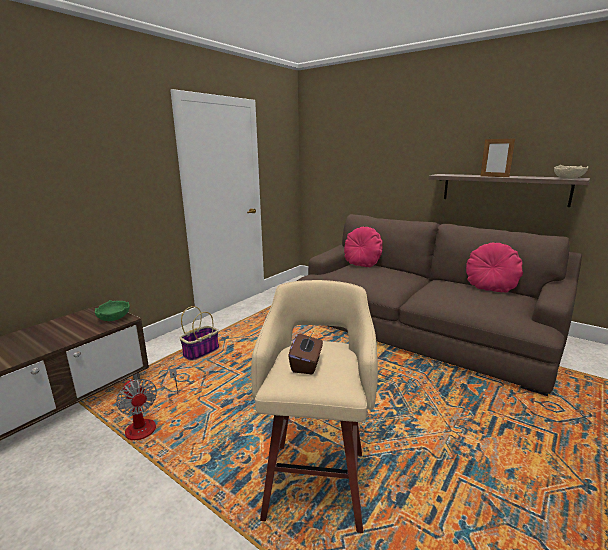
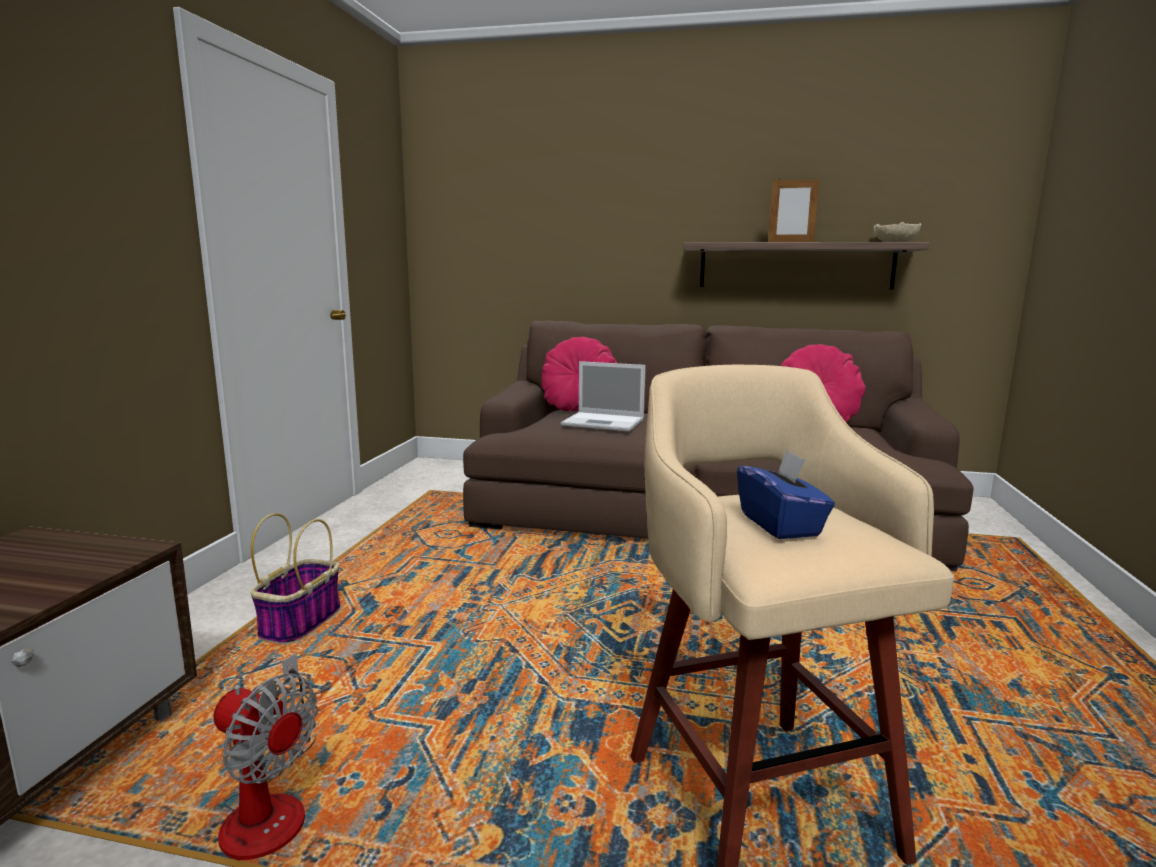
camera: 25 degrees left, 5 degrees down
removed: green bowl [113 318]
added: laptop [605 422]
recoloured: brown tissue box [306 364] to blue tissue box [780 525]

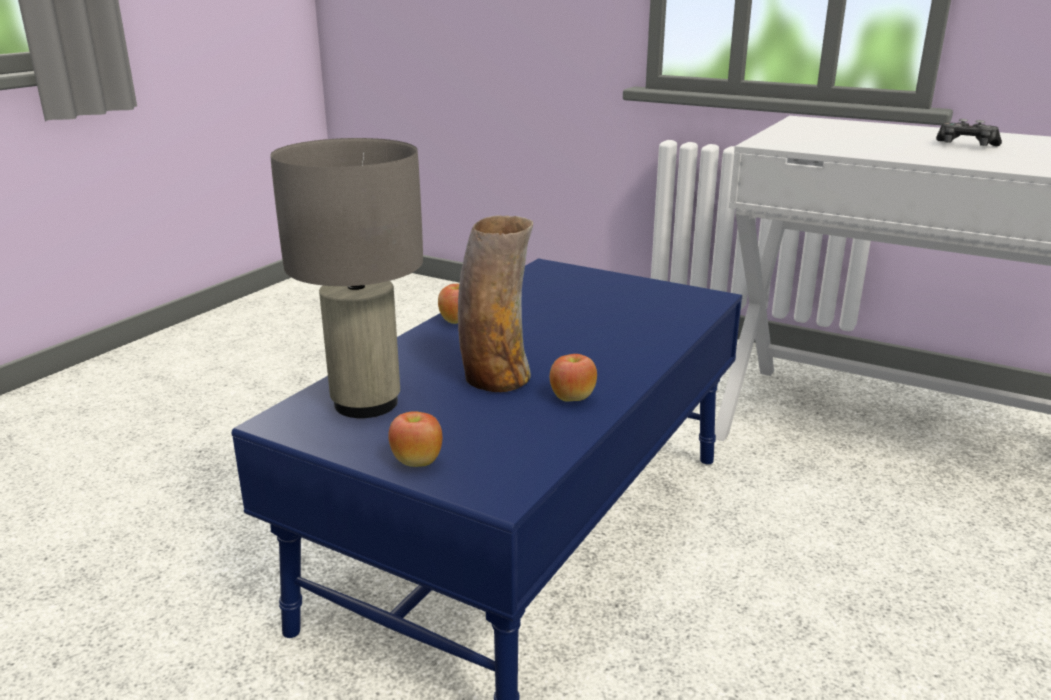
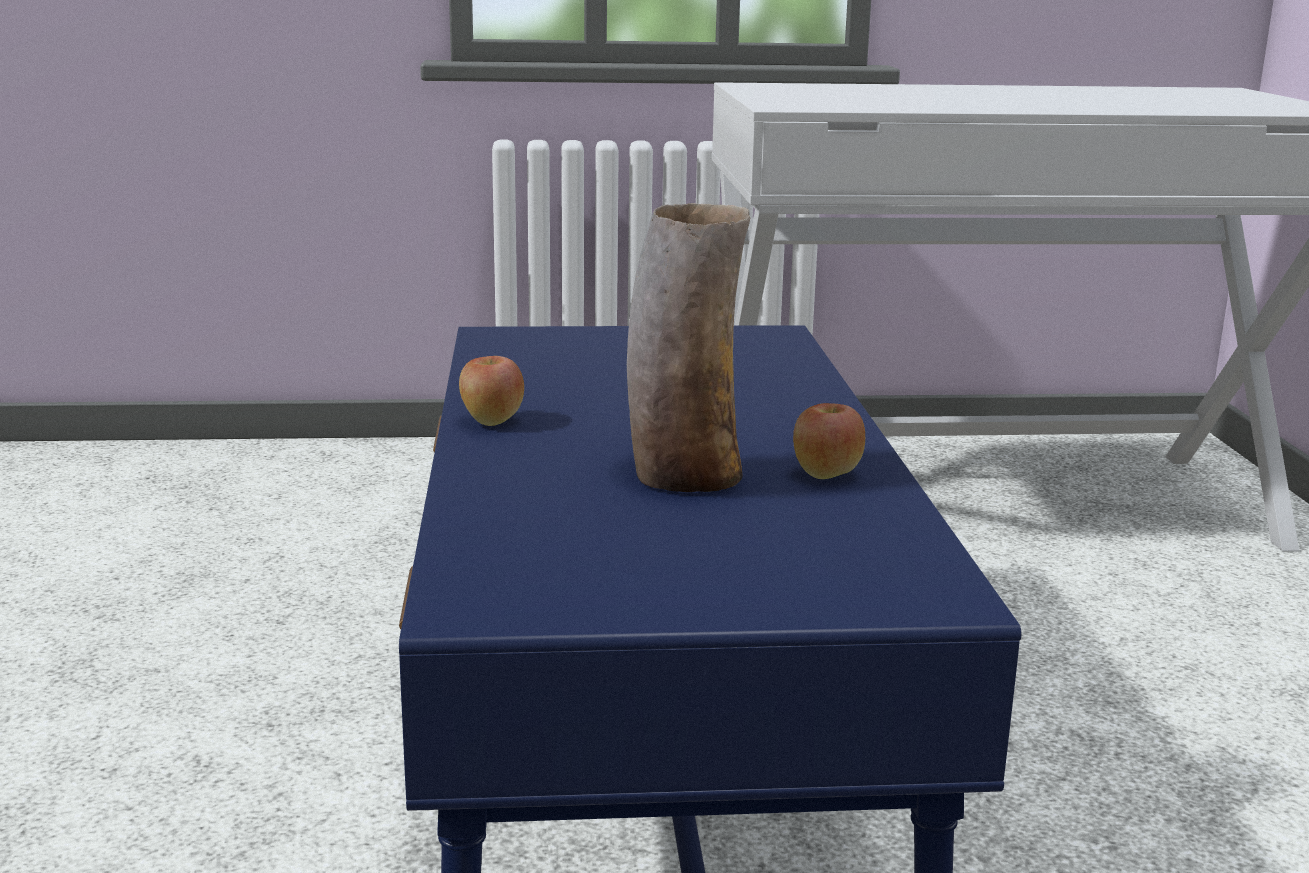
camera: 35 degrees left, 5 degrees down
removed: grey table lamp [368 403]; apple [417 462]; game controller [966 145]

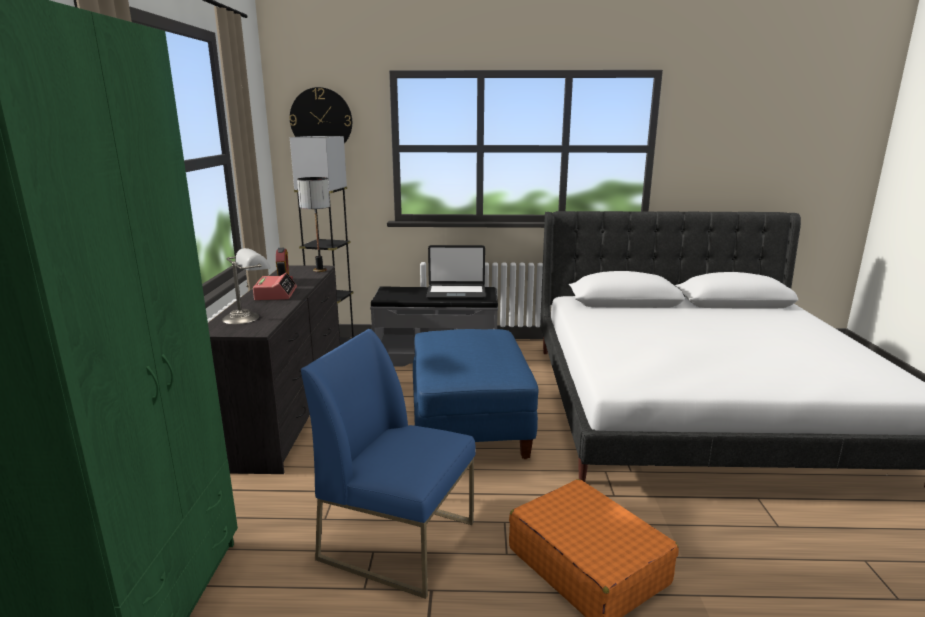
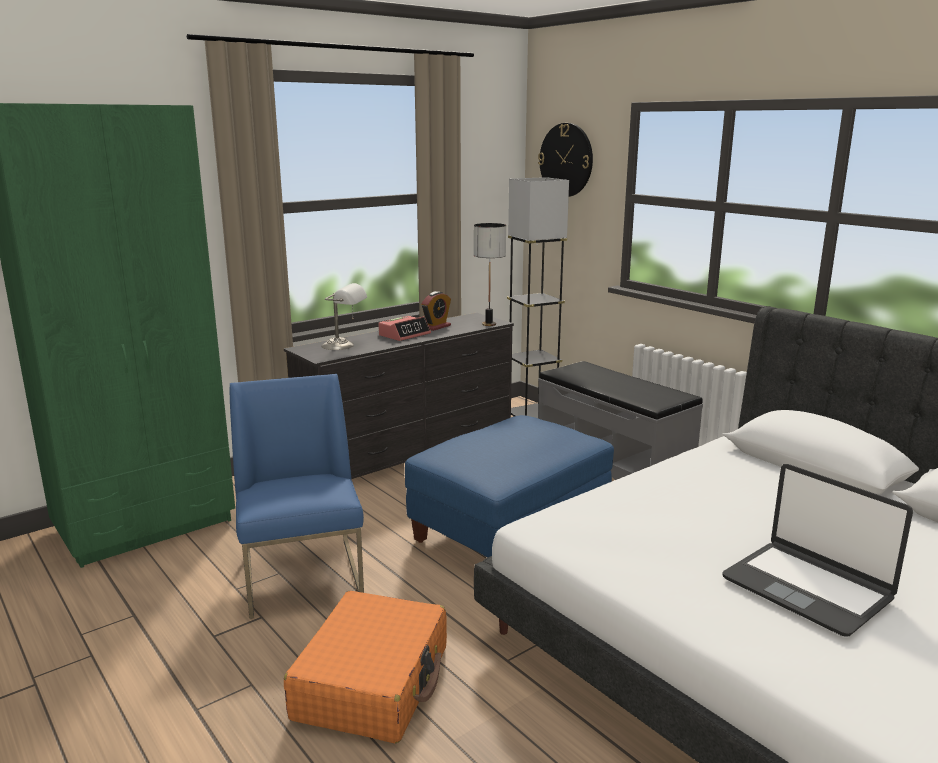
camera: 50 degrees right, 0 degrees up
moved: laptop [456 293] to [807 588]

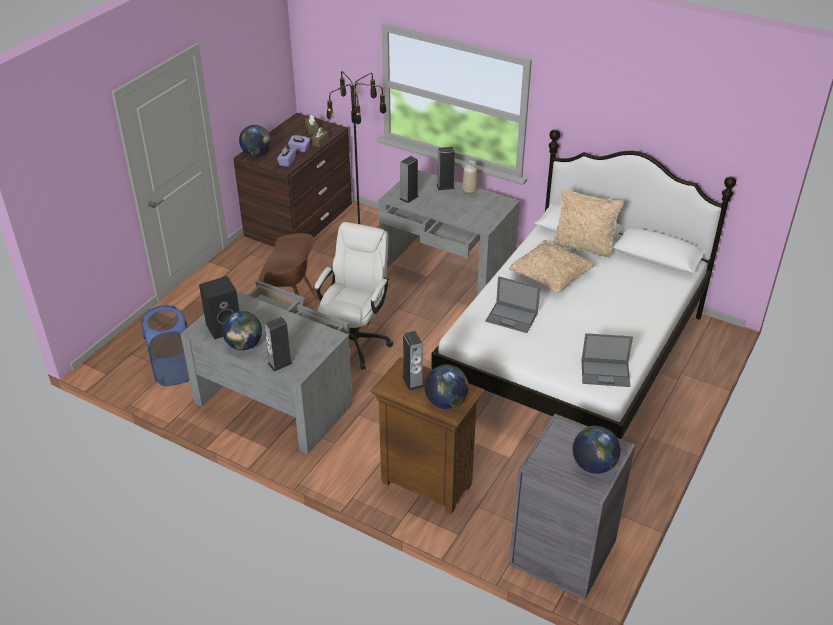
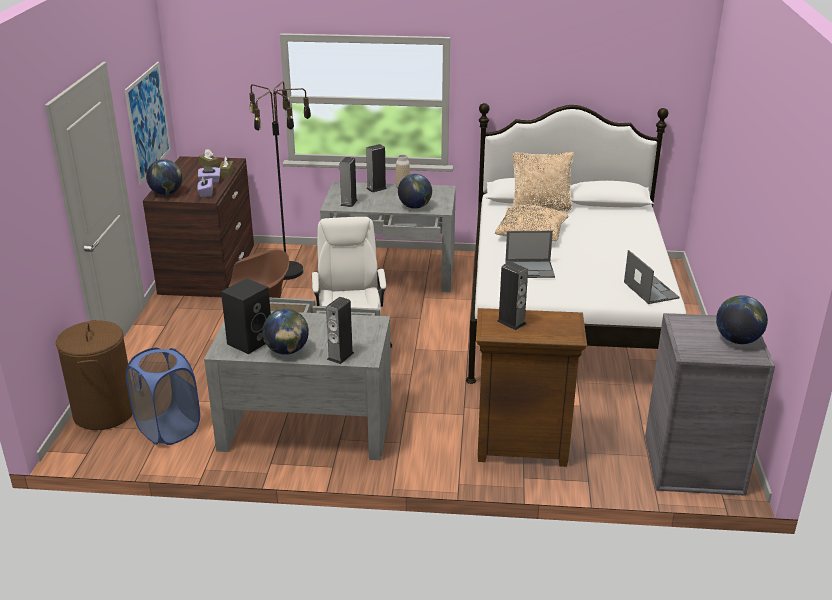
camera: 25 degrees left, 10 degrees down
added: brown laundry basket [104 412]; picture [148 122]
moved: globe [446 402] to [415 207]
turned: laptop [606 373] = [650 290] 90 degrees counterclockwise

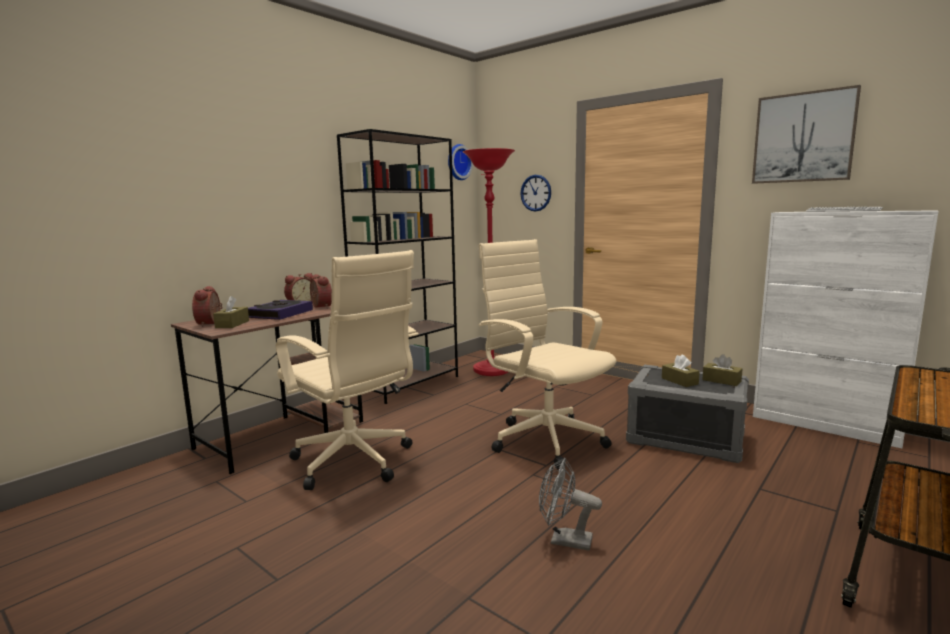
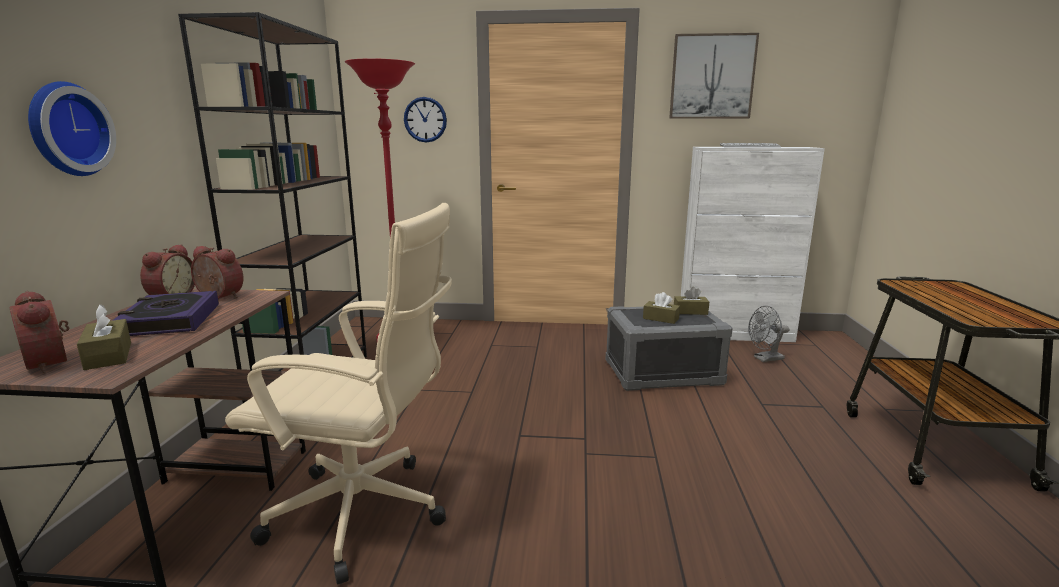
camera: 35 degrees left, 5 degrees up
removed: beige office chair [543 439]
moved: wall clock [458 162] to [66 129]; grey fan [564 540] to [765 359]

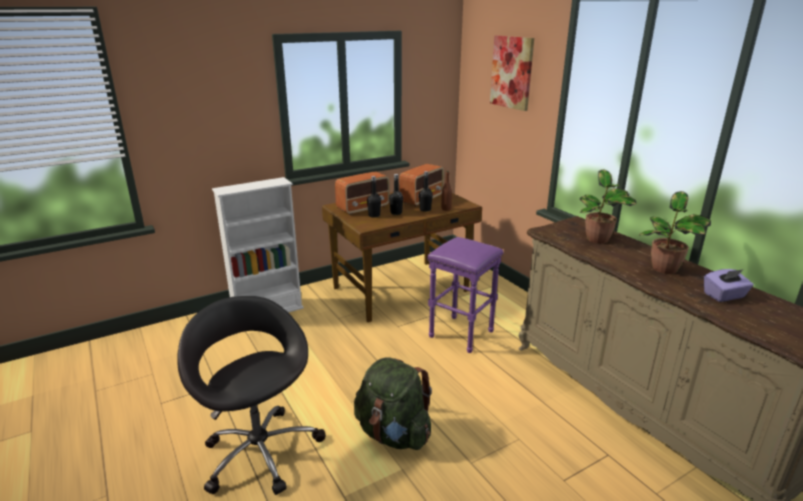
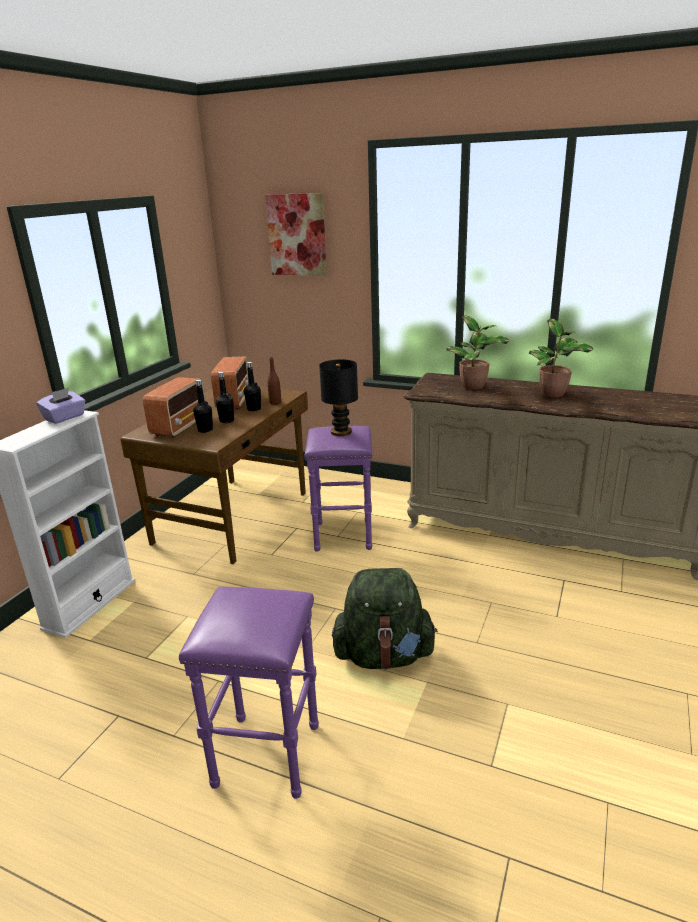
camera: 35 degrees left, 0 degrees up
added: black table lamp [341 432]
moved: purple tissue box [724 296] to [65 418]
replaced: black office chair [260 452] to purple stool [265 752]

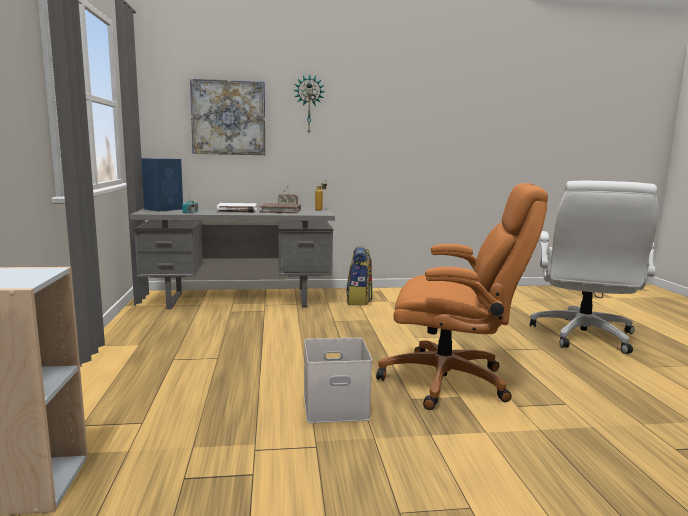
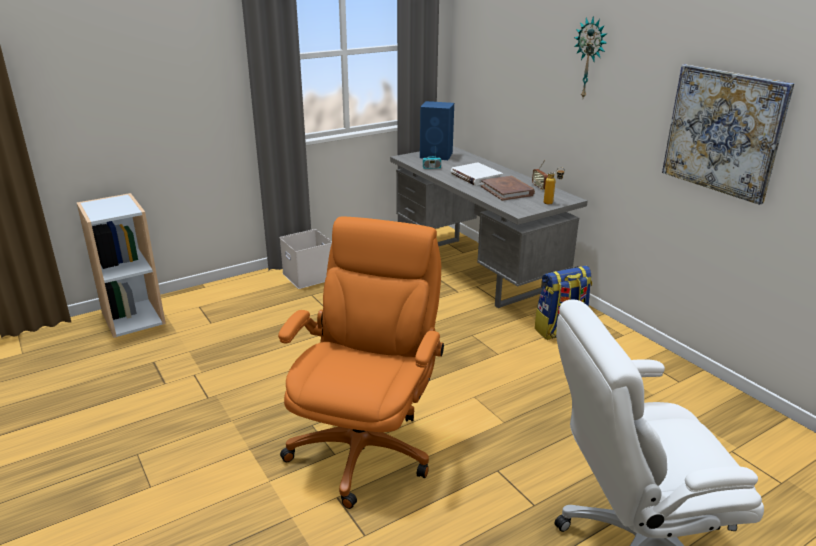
camera: 65 degrees right, 15 degrees up
moved: picture [228 118] to [723 132]; white storage box [336 405] to [309 276]
turned: orange office chair [454 382] = [366 445] 150 degrees counterclockwise

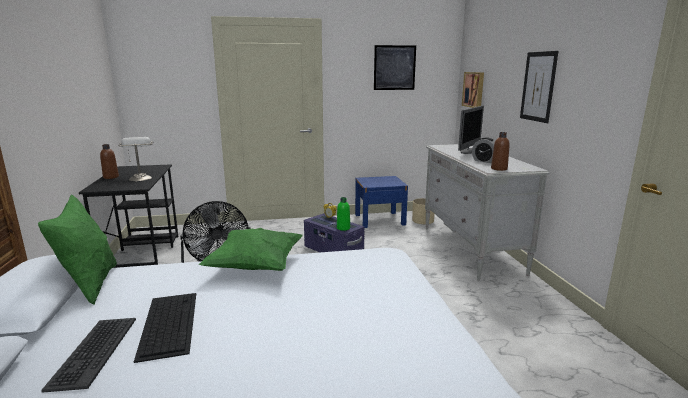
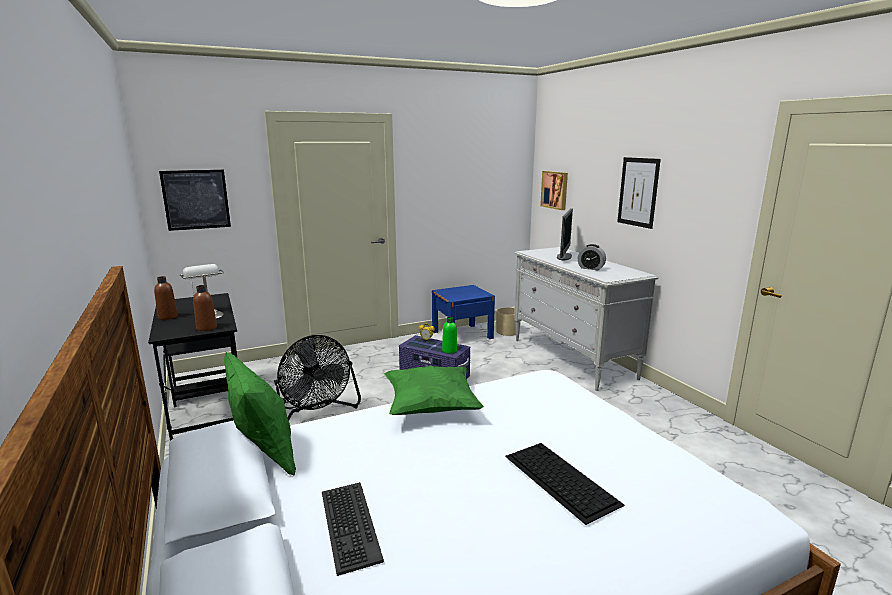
camera: 15 degrees left, 0 degrees up
moved: keyboard [168 323] to [559 479]; picture [394 67] to [196 199]; brown bottle [499 169] to [206 328]

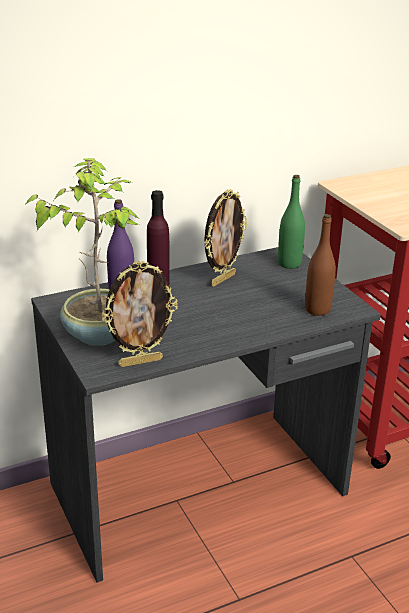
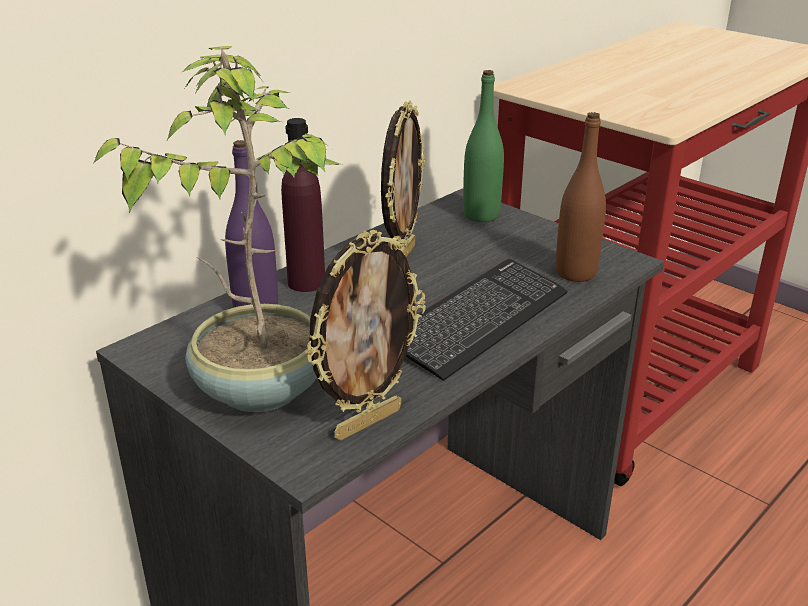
camera: 20 degrees left, 0 degrees up
added: keyboard [478 320]

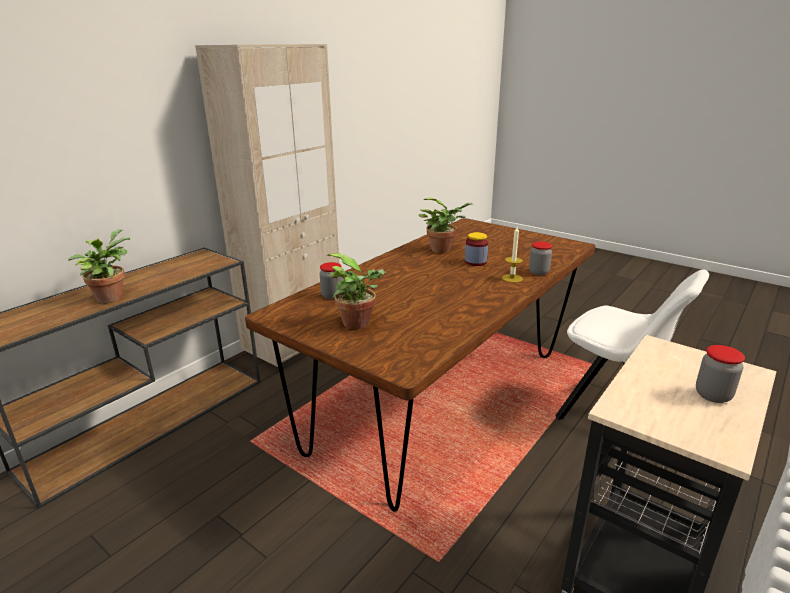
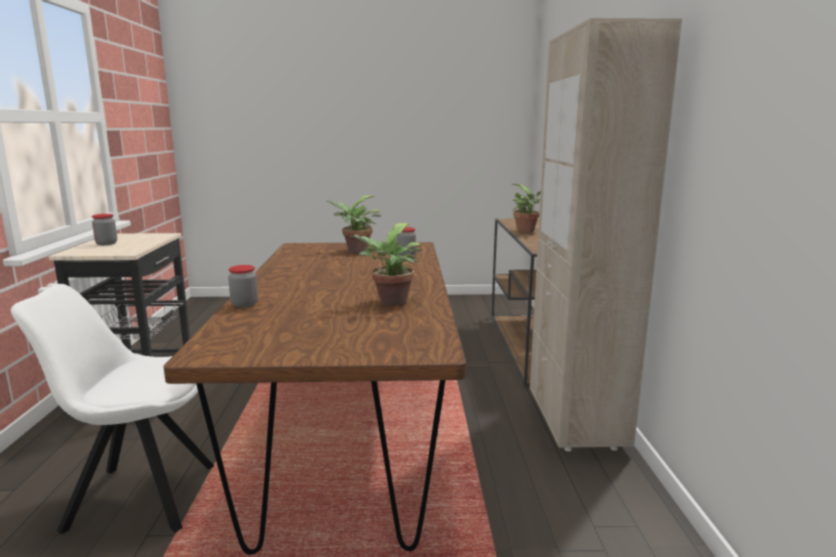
camera: 140 degrees right, 10 degrees down
removed: jar [475 262]; candle [512 278]

